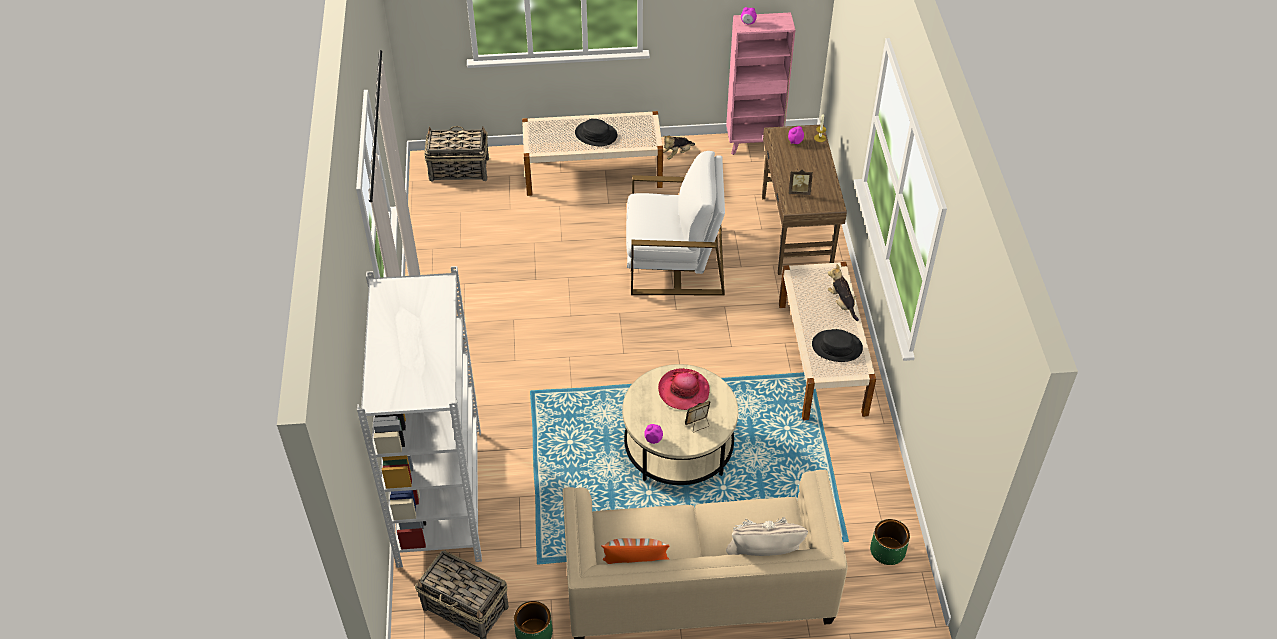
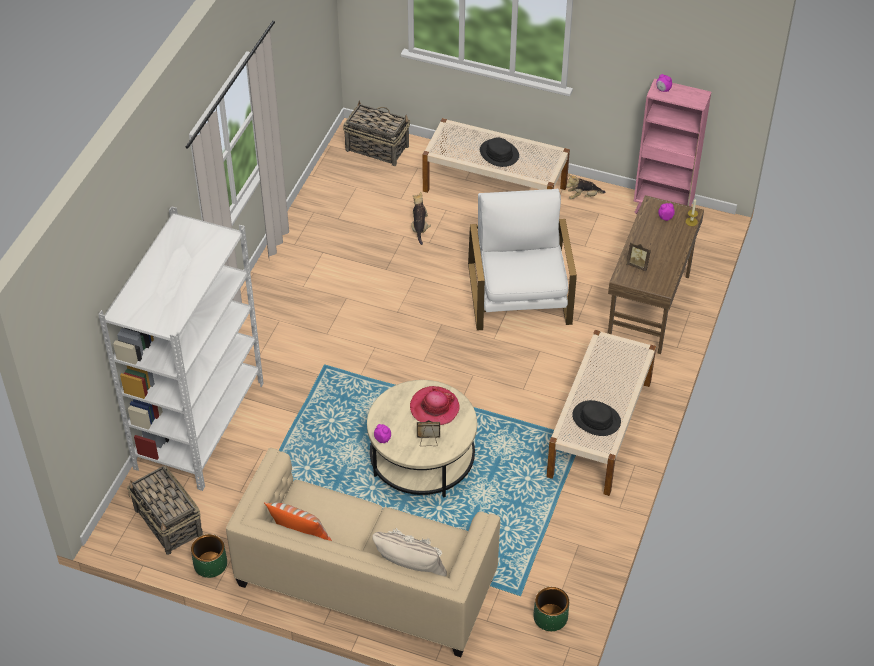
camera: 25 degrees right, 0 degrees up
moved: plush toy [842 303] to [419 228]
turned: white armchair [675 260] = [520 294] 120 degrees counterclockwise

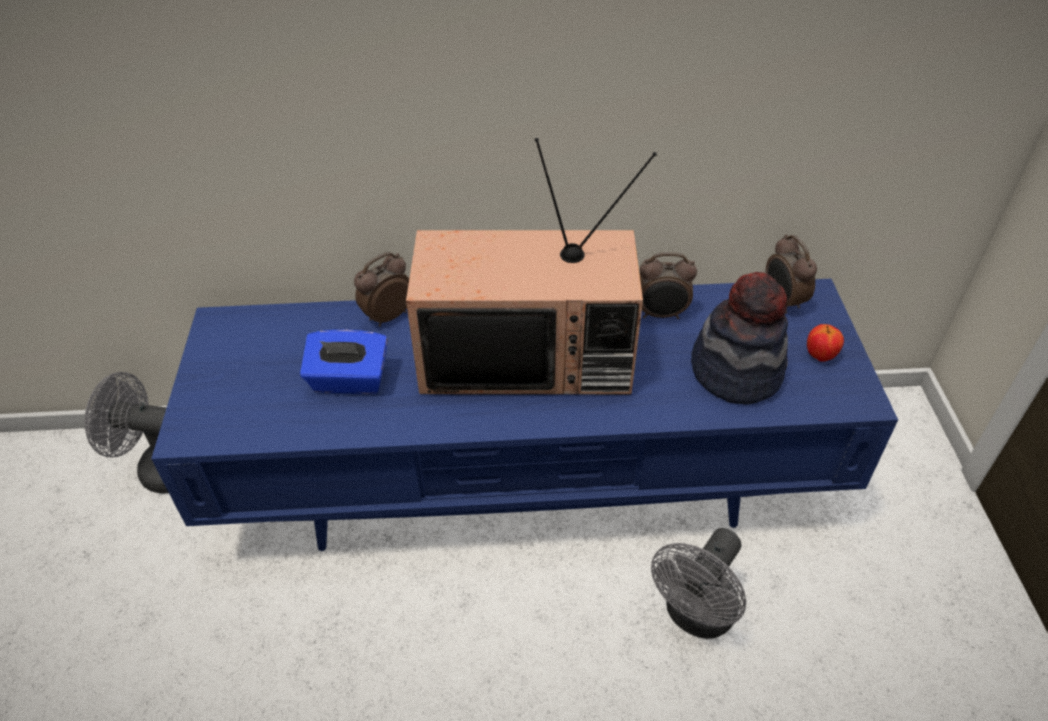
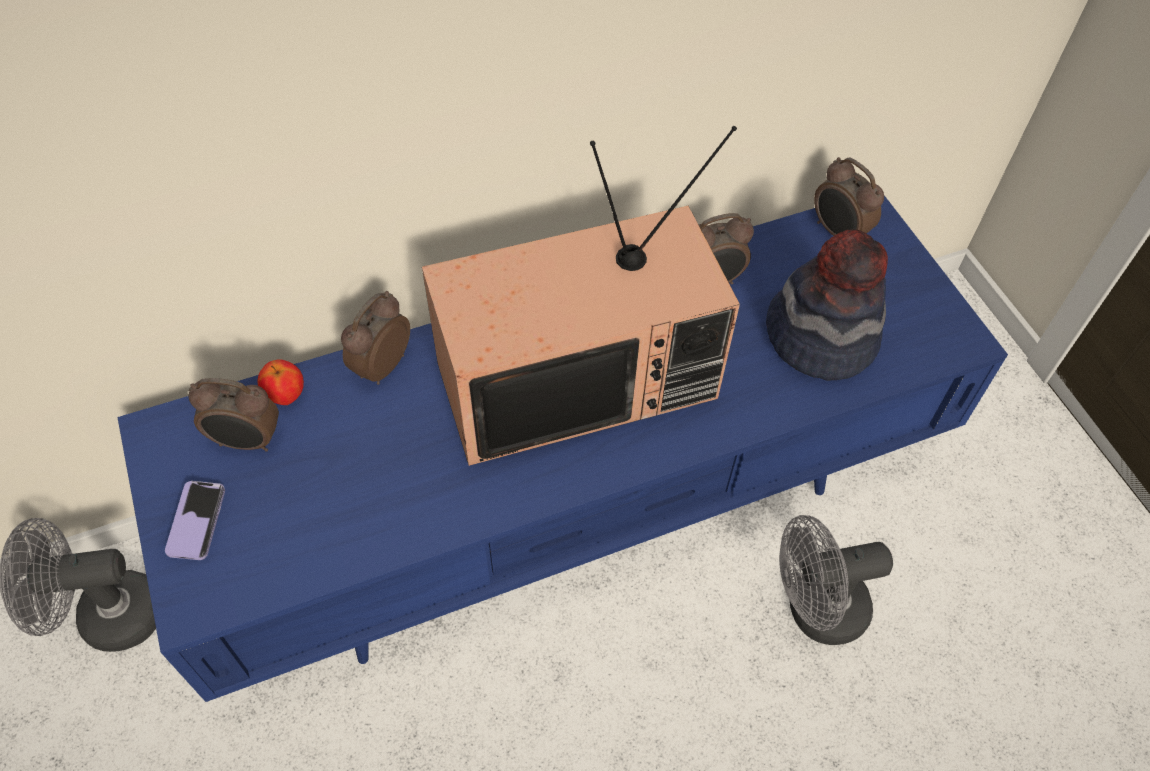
camera: 20 degrees left, 10 degrees up
removed: blue tissue box [349 380]
added: phone [196 521]; alarm clock [247 441]
moved: apple [820 356] to [286 396]
turned: grey fan [695 616] = [815 611] 60 degrees clockwise

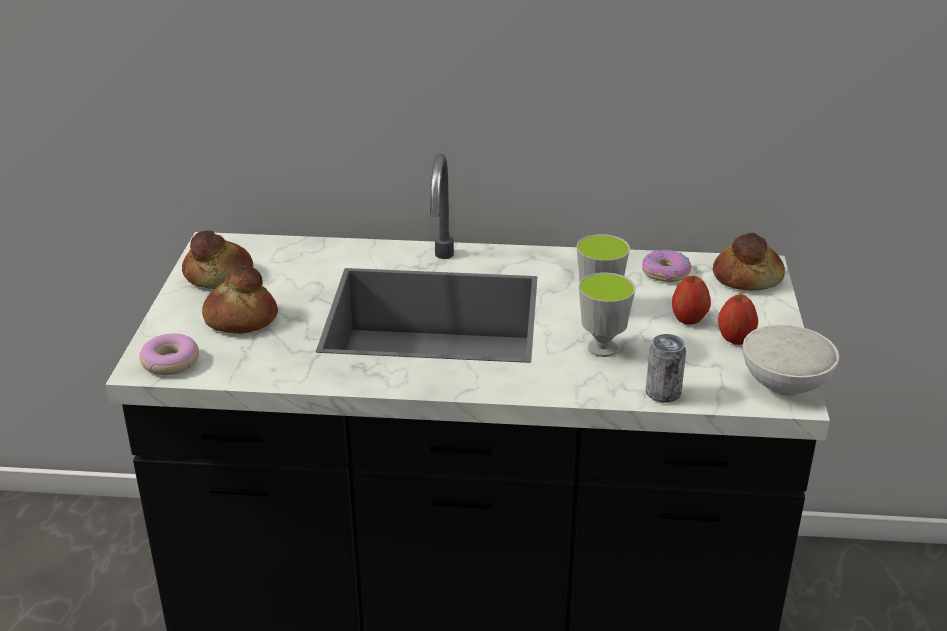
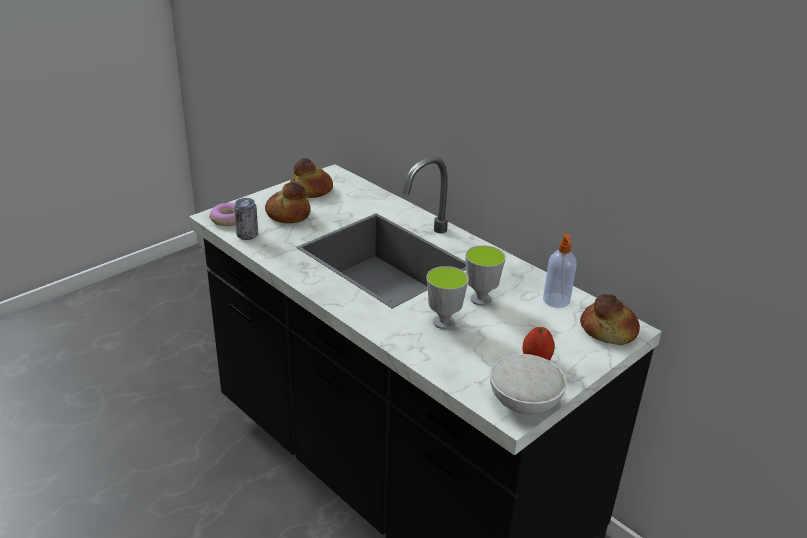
camera: 40 degrees right, 0 degrees up
removed: apple [689 319]
moved: can [663 393] to [247 235]
replaced: donut [665 273] to soap dispenser [556 301]

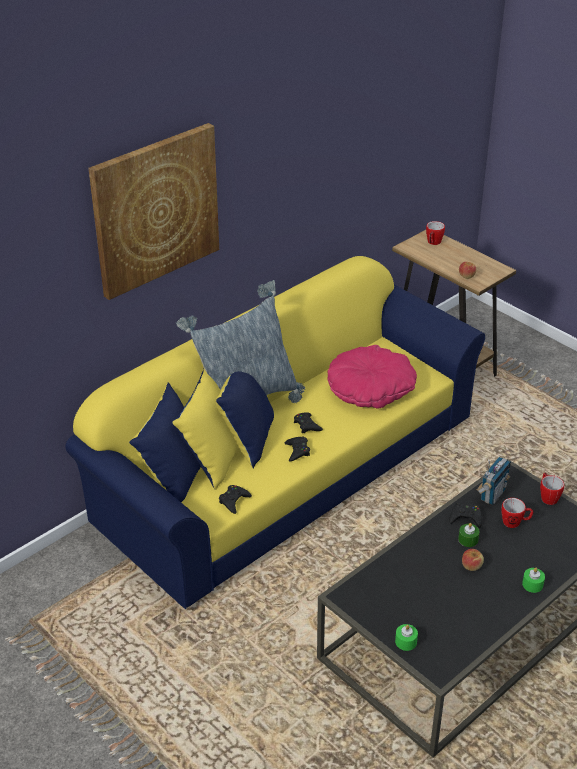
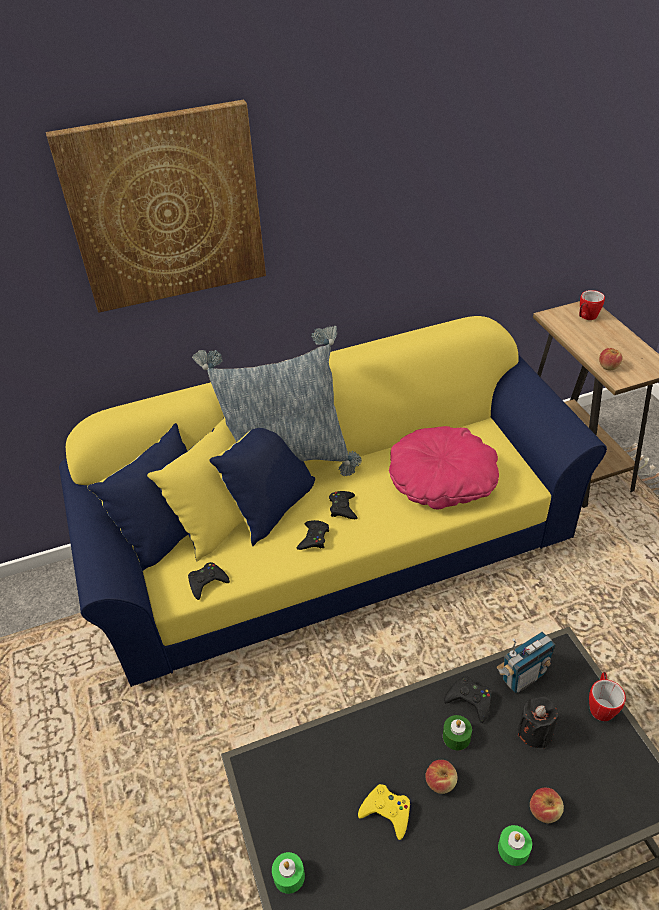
camera: 25 degrees right, 5 degrees up
added: yellow game controller [387 812]; apple [544 811]
replaced: mug [515 522] to black candle [535 732]

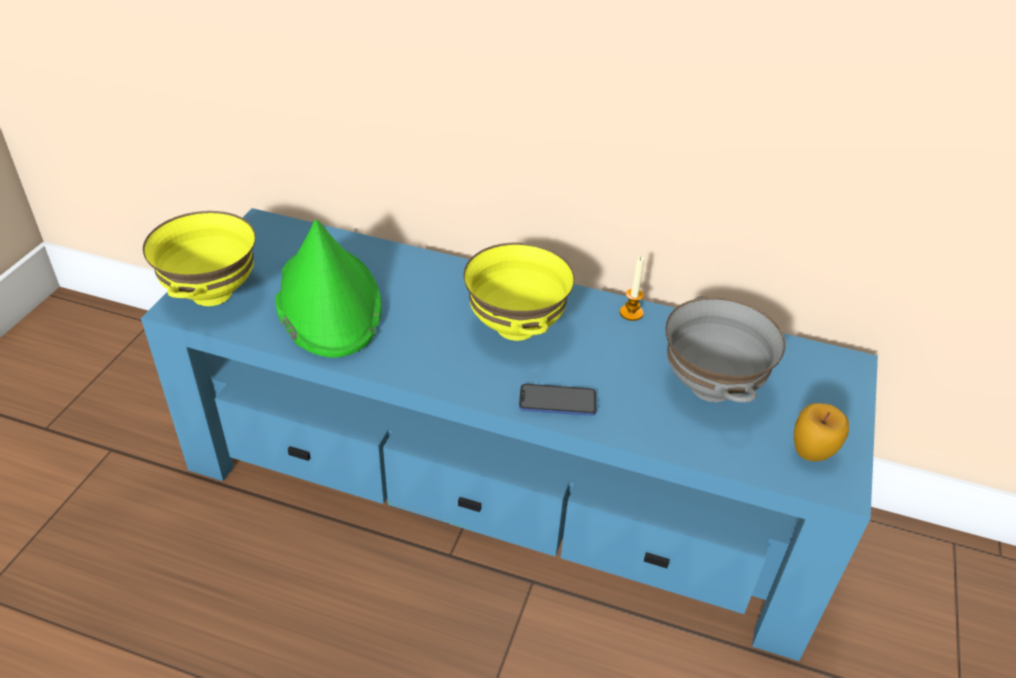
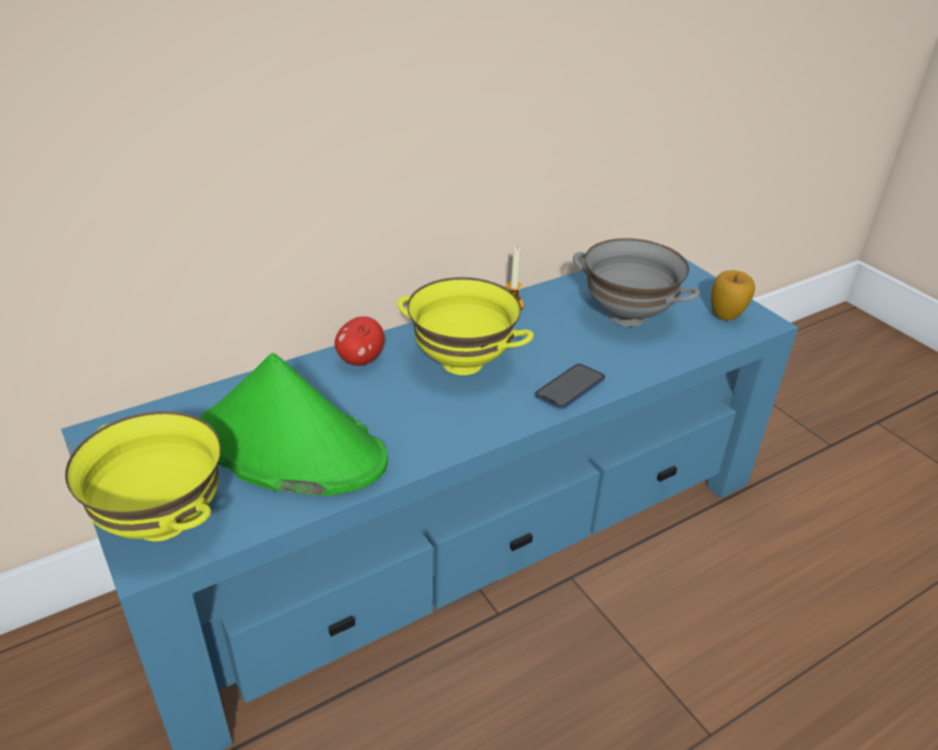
camera: 50 degrees left, 5 degrees down
added: apple [360 360]

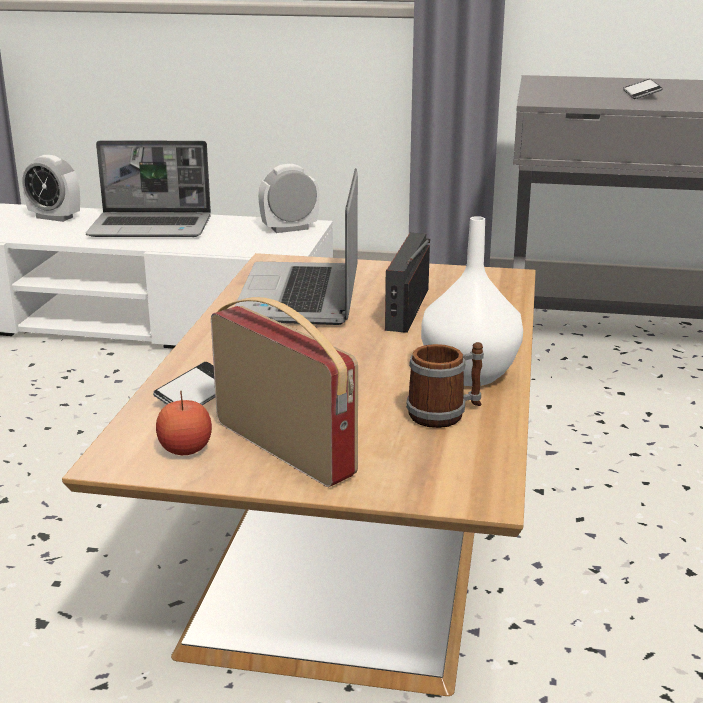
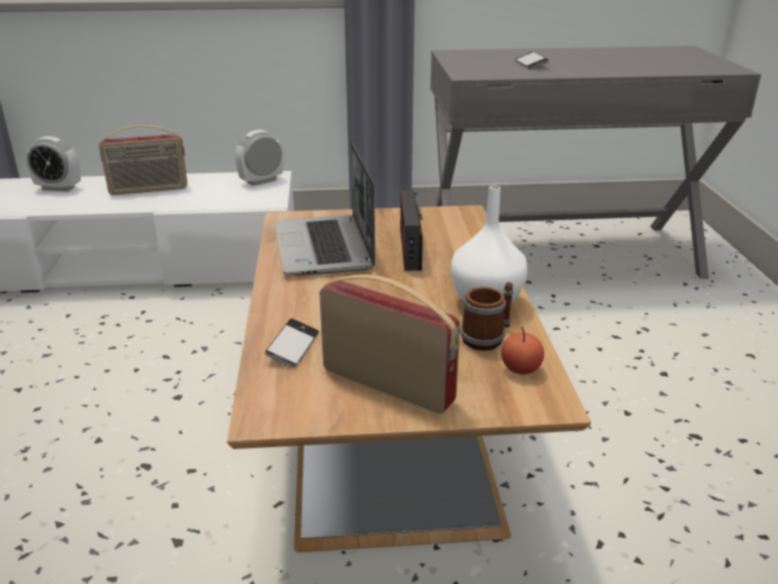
camera: 15 degrees left, 5 degrees up
moved: apple [185 449] to [520 369]
replaced: laptop [152 227] to radio [148 190]

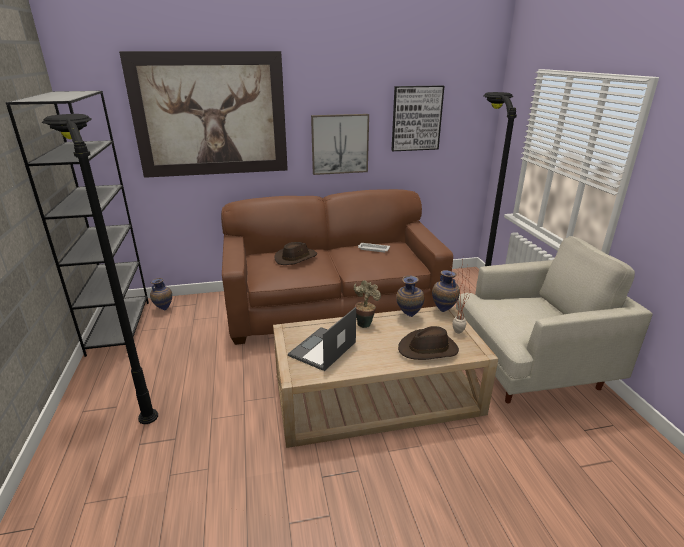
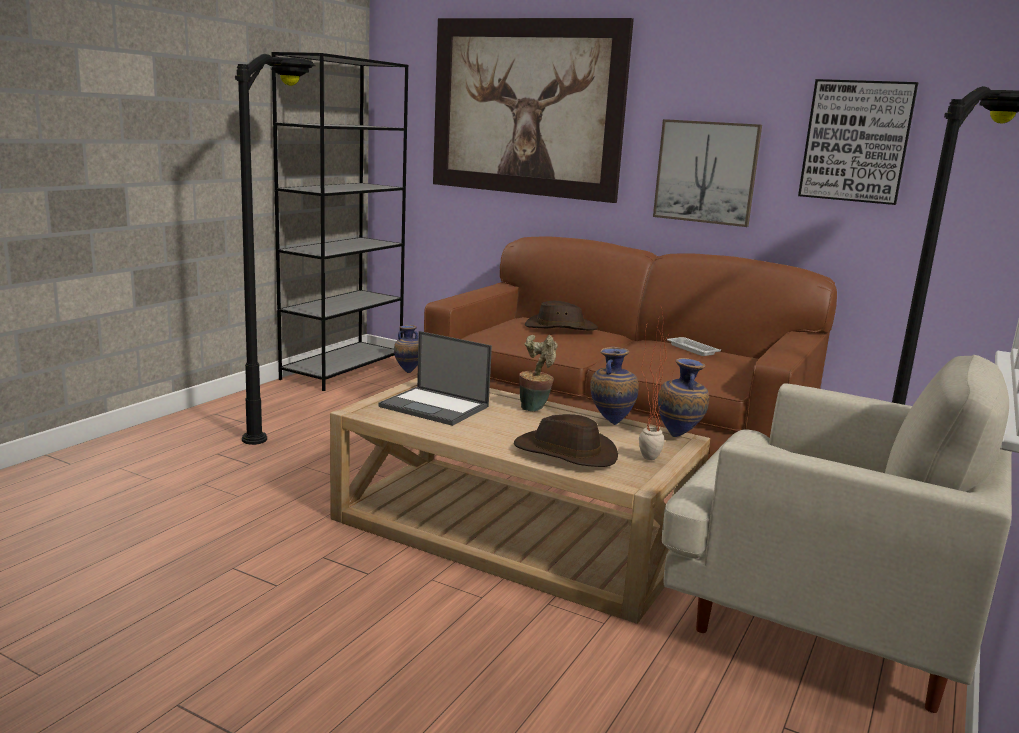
camera: 40 degrees right, 10 degrees down
turned: laptop [322 349] = [435 407] 135 degrees counterclockwise

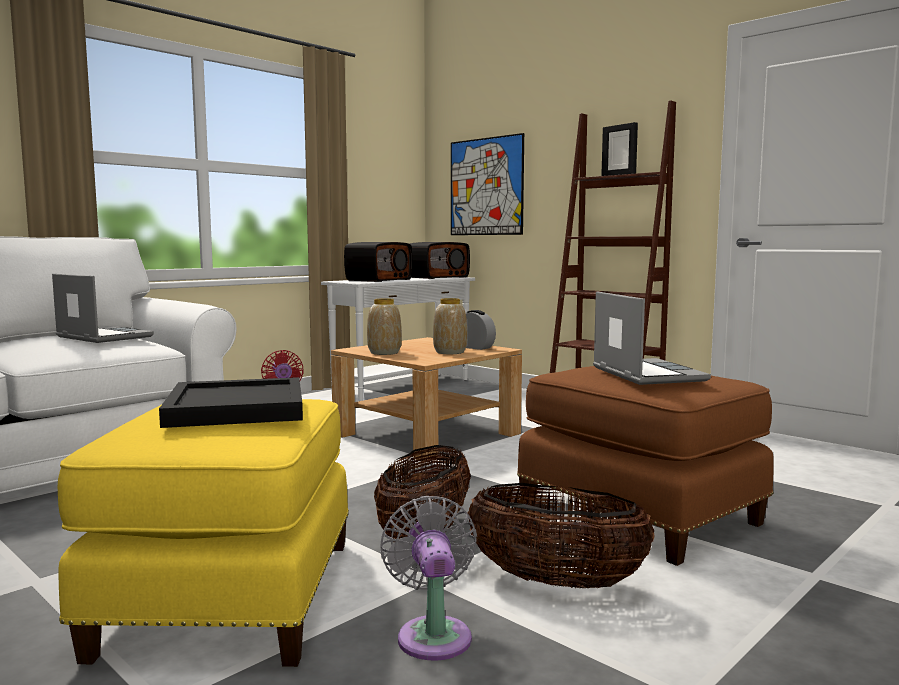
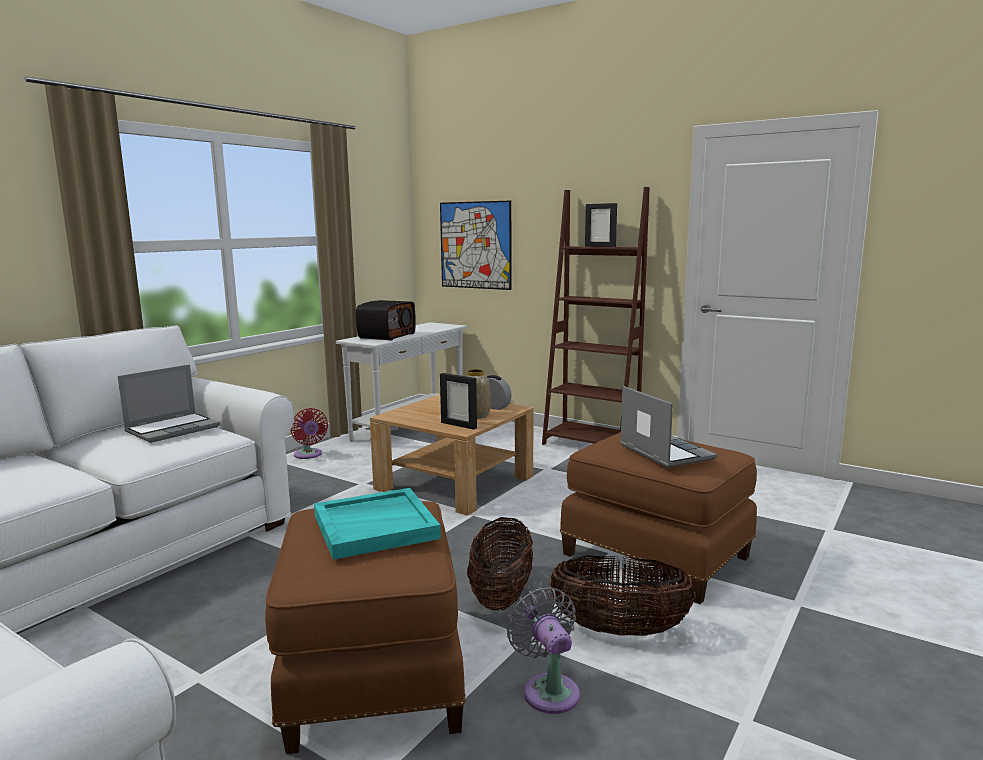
camera: 10 degrees left, 5 degrees up
removed: vase [385 353]; radio [437 277]
added: picture frame [459 425]
recoloured: yellow ottoman [227 595] to brown ottoman [371 672]; black tray [238 408] to turquoise tray [376 526]
turned: laptop [102 337] = [173 429] 105 degrees clockwise

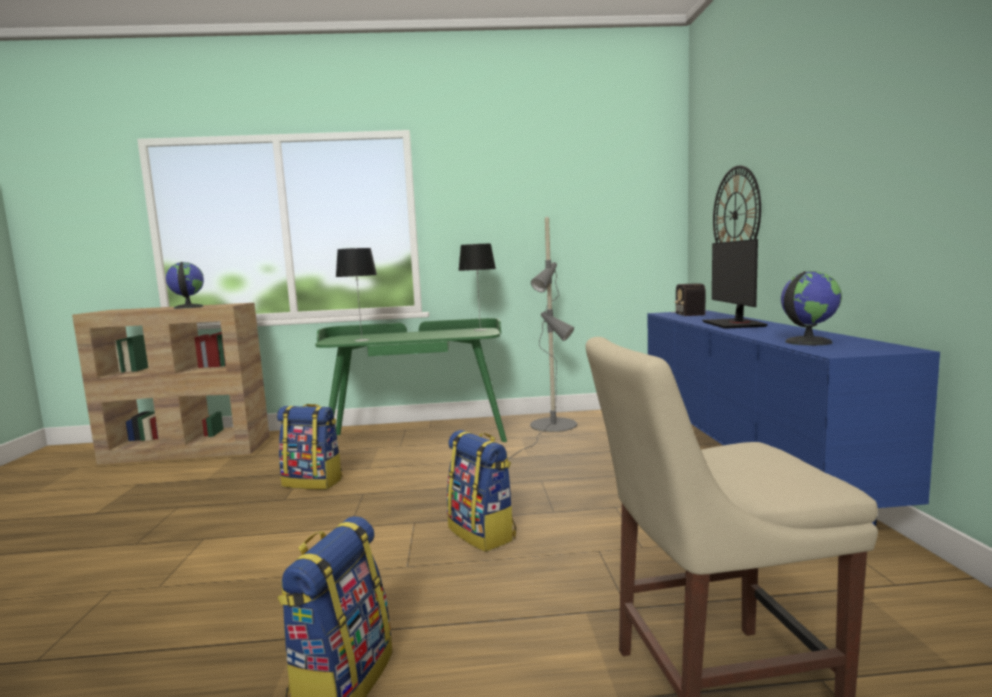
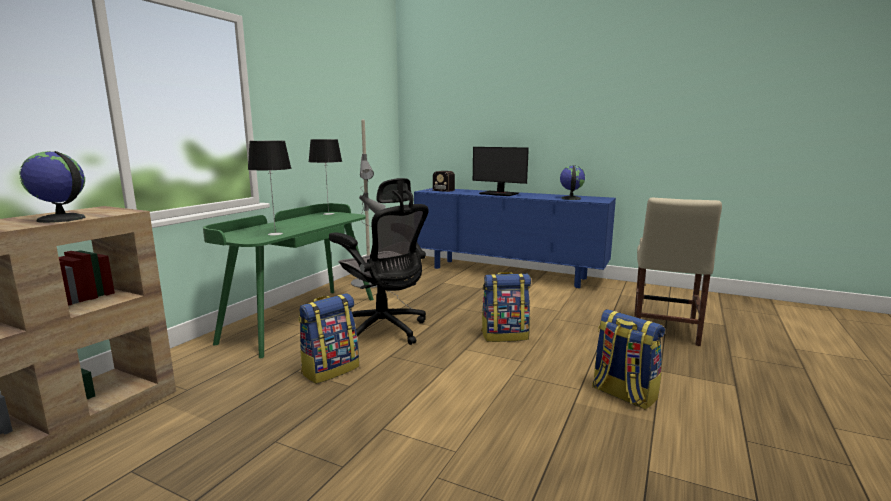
camera: 60 degrees left, 5 degrees up
removed: wall clock [735 215]
added: office chair [383 330]

